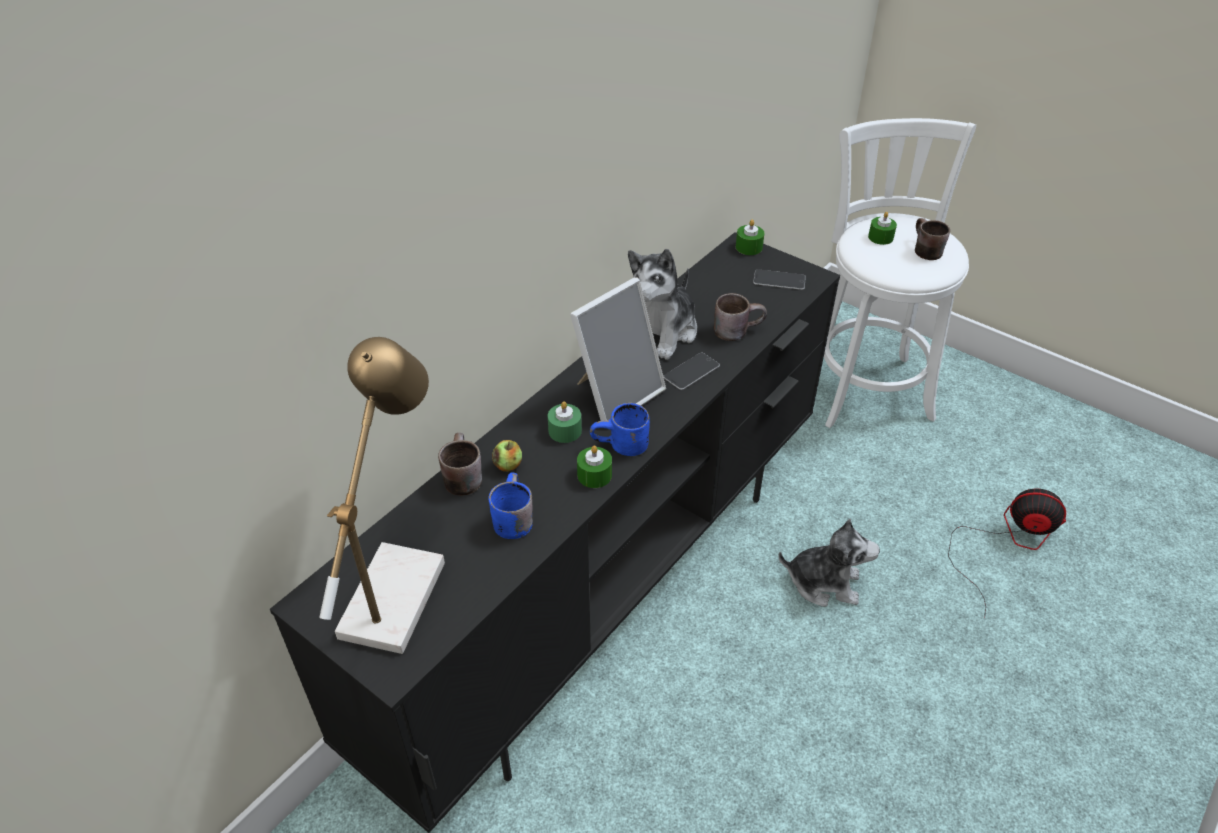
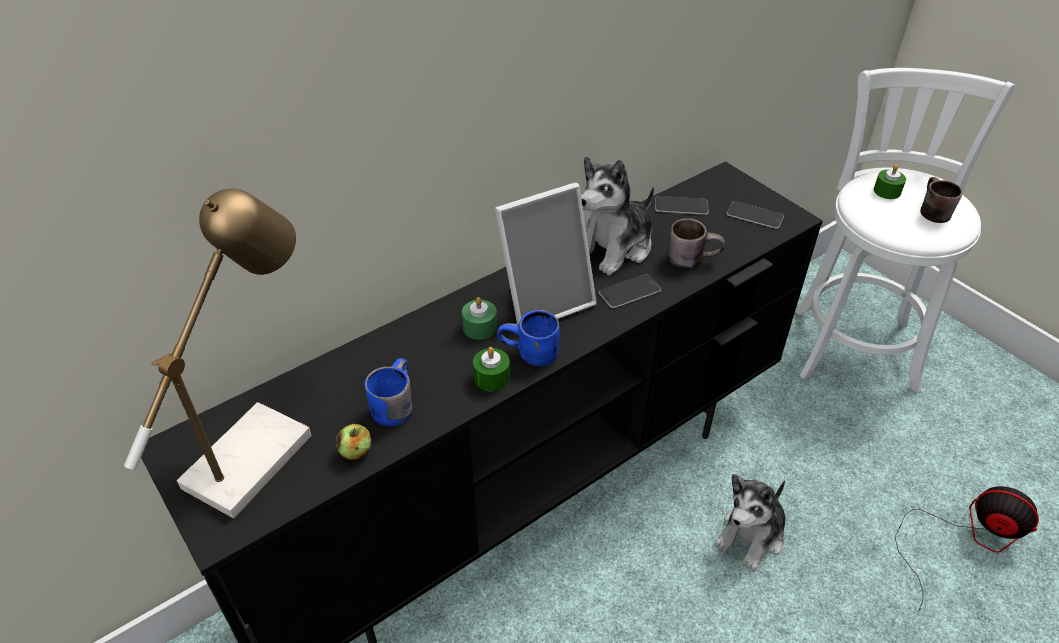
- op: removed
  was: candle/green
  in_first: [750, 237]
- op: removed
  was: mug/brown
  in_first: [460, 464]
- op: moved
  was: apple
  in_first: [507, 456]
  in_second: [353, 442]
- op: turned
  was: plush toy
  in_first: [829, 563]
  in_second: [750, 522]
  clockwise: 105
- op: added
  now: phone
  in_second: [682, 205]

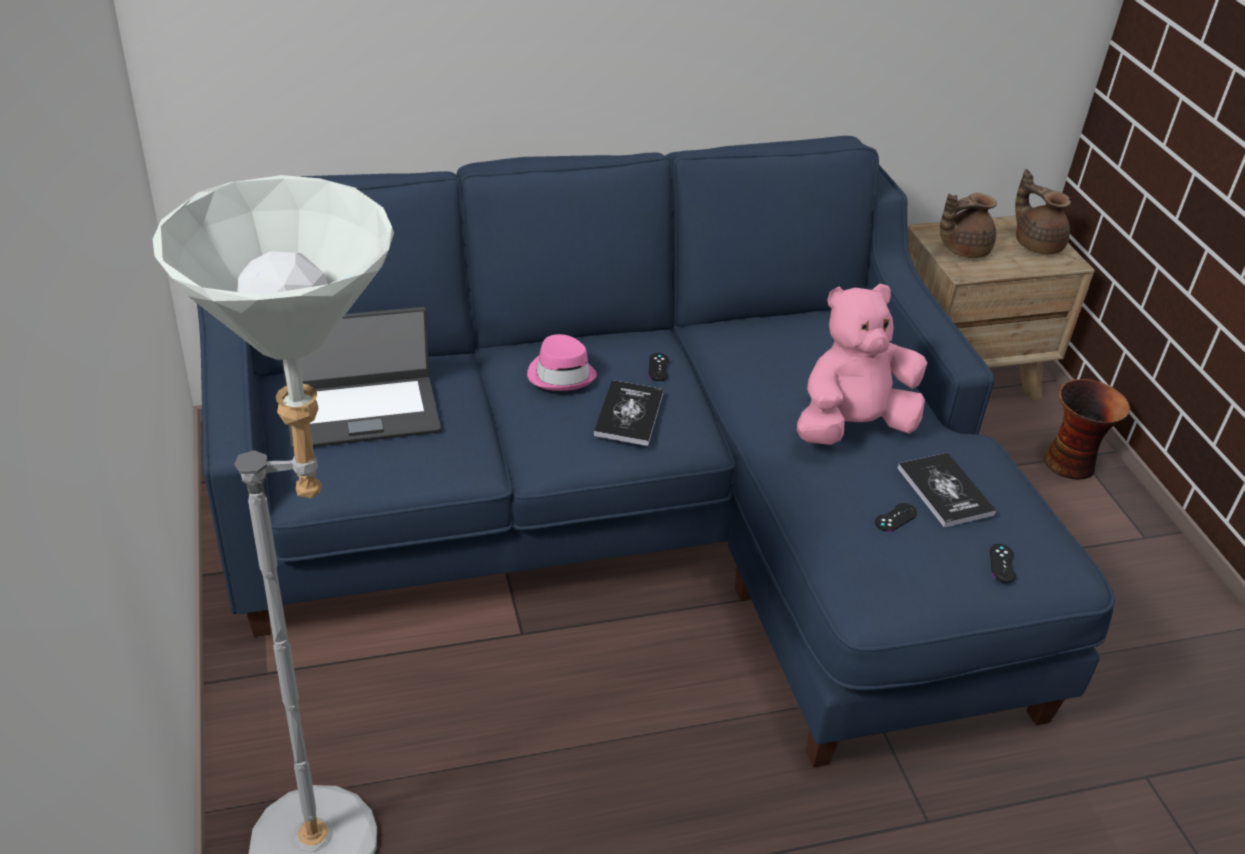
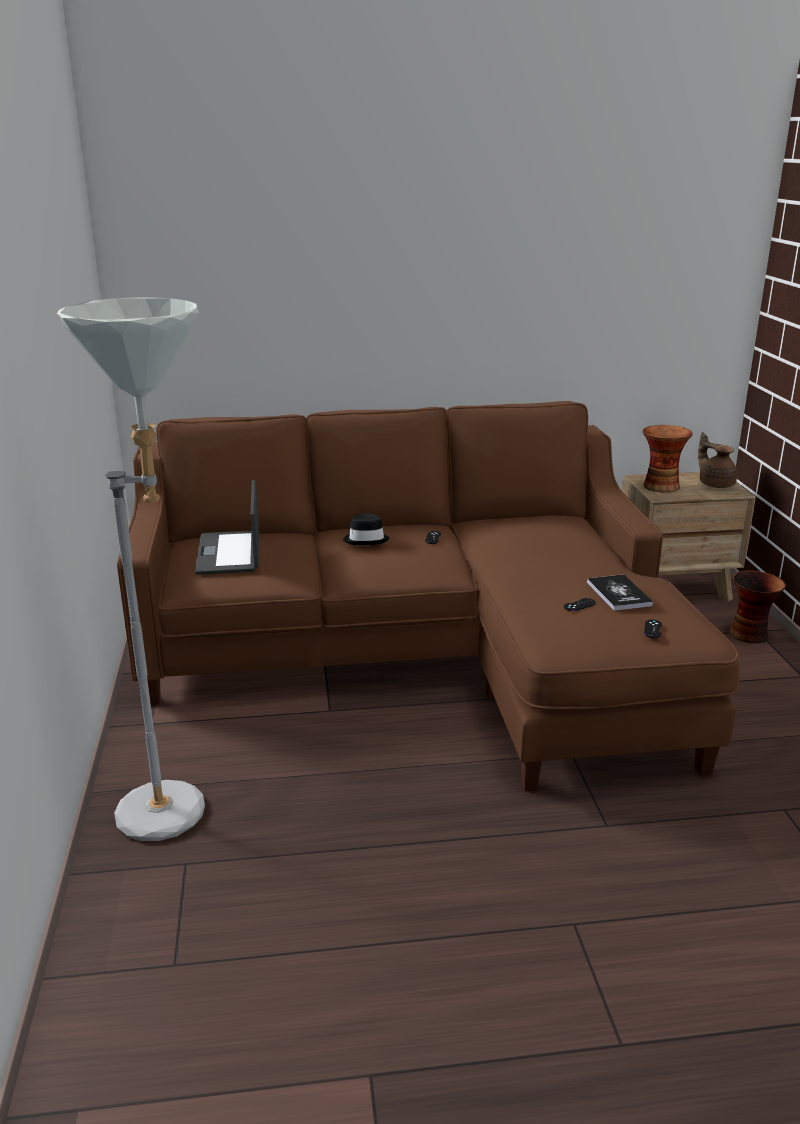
- op: recoloured
  was: sofa/blue
  now: sofa/brown
  in_first: [656, 452]
  in_second: [428, 596]
- op: replaced
  was: teapot/brown
  now: vase
  in_first: [968, 225]
  in_second: [667, 459]
- op: removed
  was: plush toy/pink
  in_first: [862, 364]
- op: turned
  was: laptop
  in_first: [361, 378]
  in_second: [227, 527]
  clockwise: 90
- op: recoloured
  was: hat/pink
  now: hat/black
  in_first: [562, 362]
  in_second: [366, 529]
- op: removed
  was: book
  in_first: [628, 413]

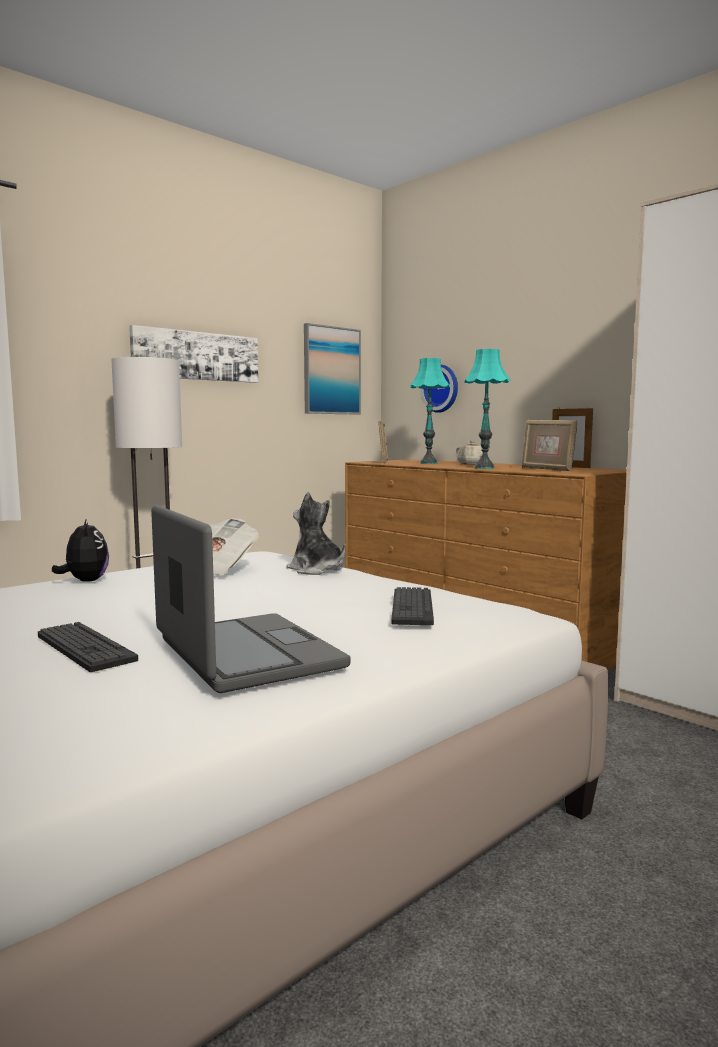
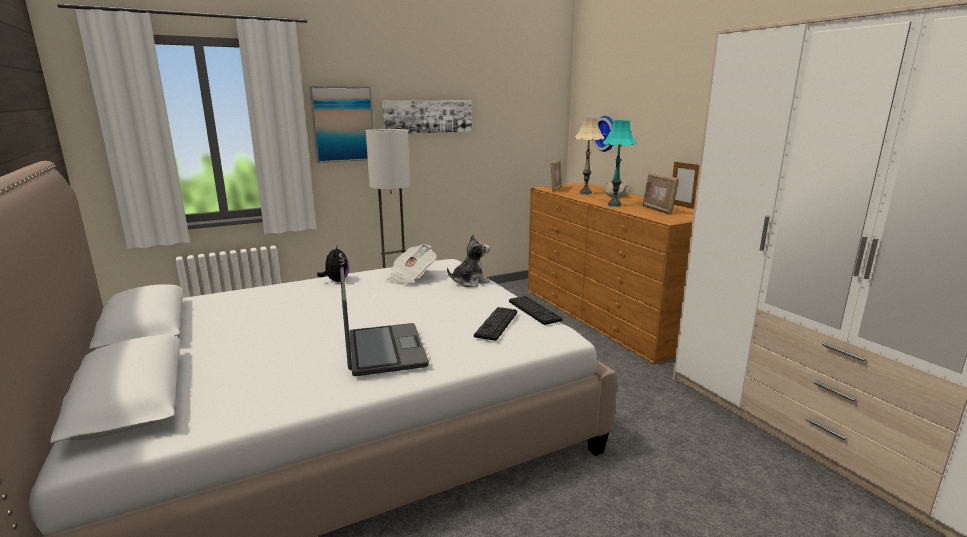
- op: moved
  was: picture
  in_first: [332, 369]
  in_second: [341, 124]
- op: recoloured
  was: table lamp/turquoise
  now: table lamp/beige
  in_first: [430, 411]
  in_second: [589, 156]
- op: turned
  was: plush toy
  in_first: [315, 533]
  in_second: [468, 260]
  clockwise: 90
- op: moved
  was: keyboard
  in_first: [88, 647]
  in_second: [535, 310]

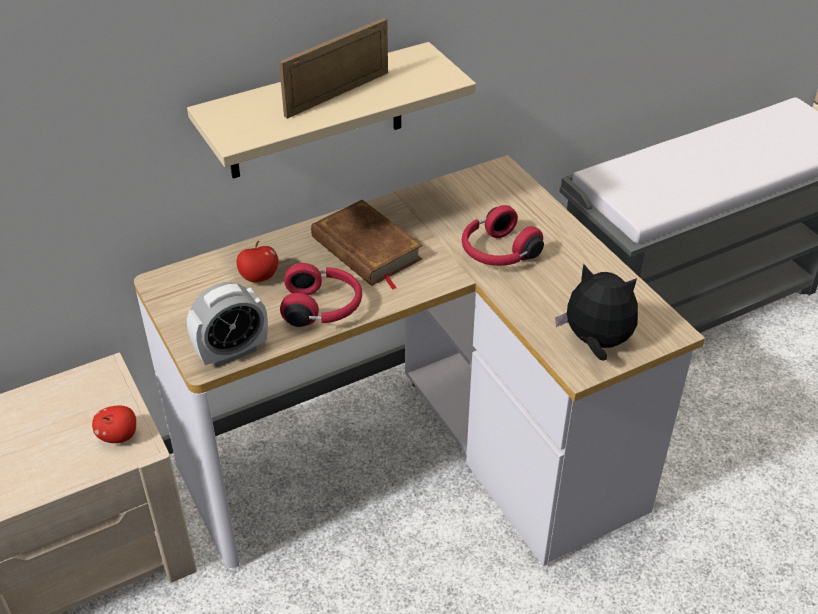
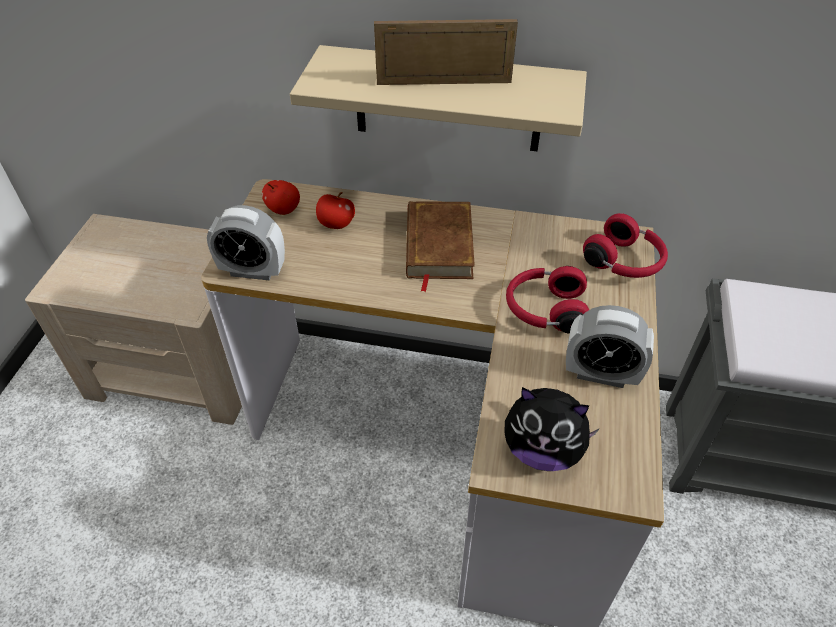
- op: moved
  was: headphones/red
  in_first: [321, 295]
  in_second: [625, 245]
- op: turned
  was: plush toy
  in_first: [596, 312]
  in_second: [552, 429]
  clockwise: 135
- op: moved
  was: apple
  in_first: [114, 424]
  in_second: [281, 197]
- op: added
  now: alarm clock
  in_second: [610, 346]

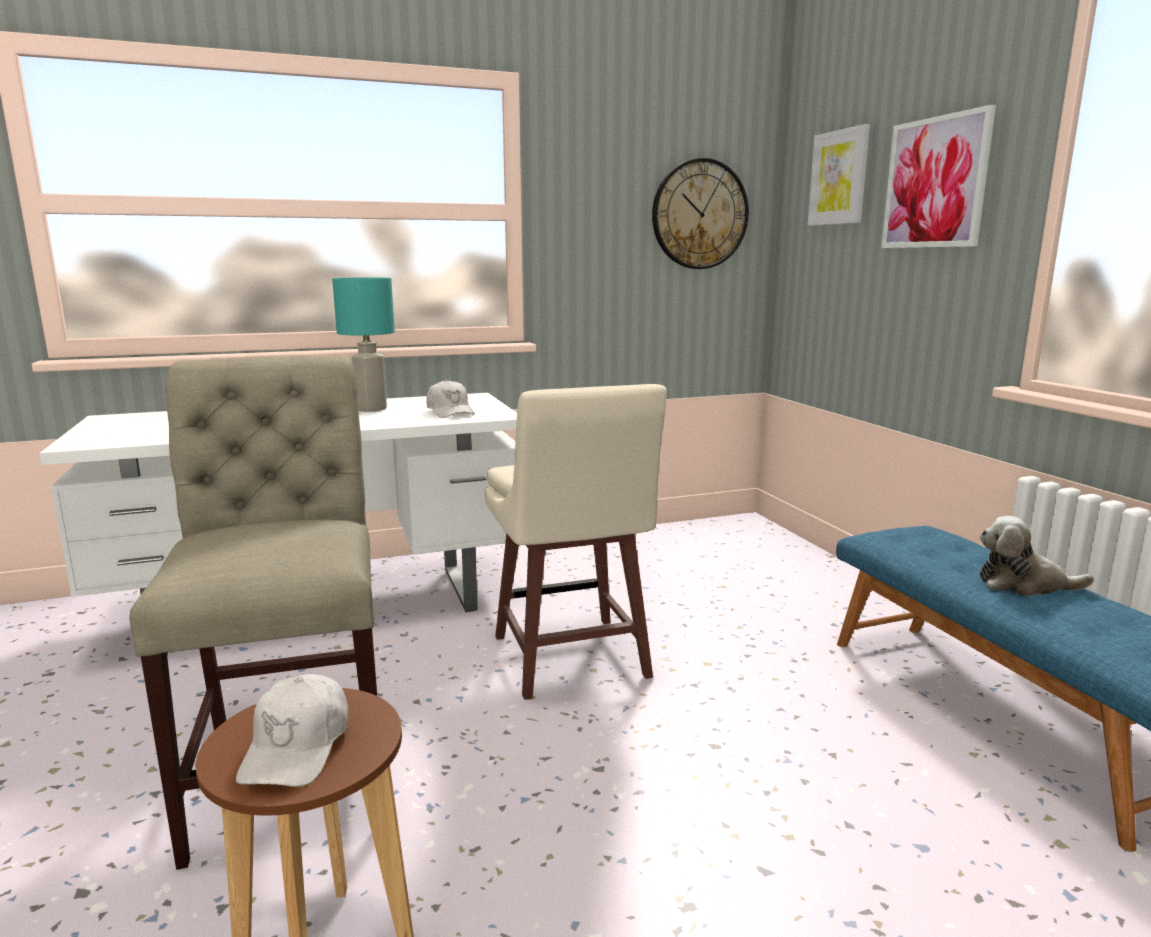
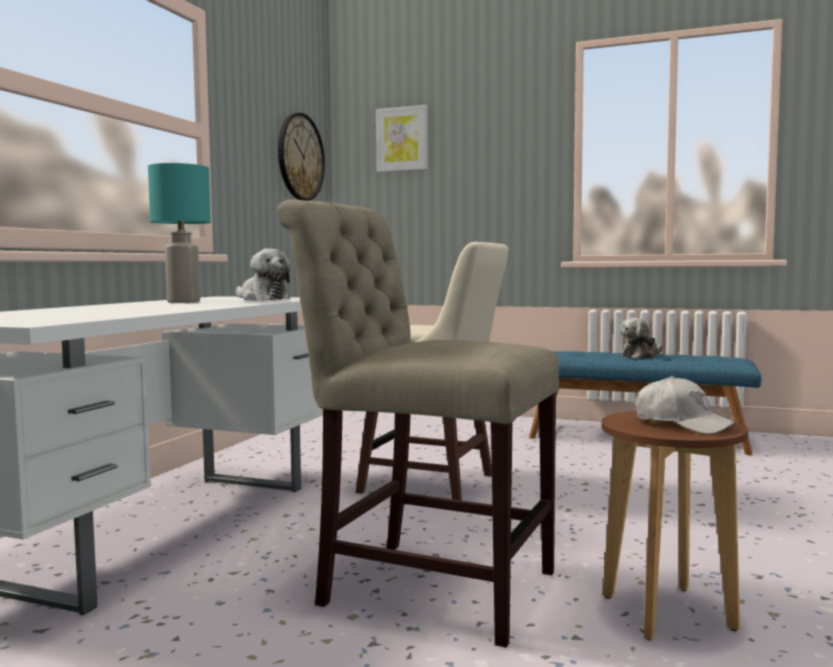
- op: removed
  was: picture
  in_first: [938, 176]
- op: replaced
  was: cap/white
  now: plush toy
  in_first: [450, 399]
  in_second: [263, 274]

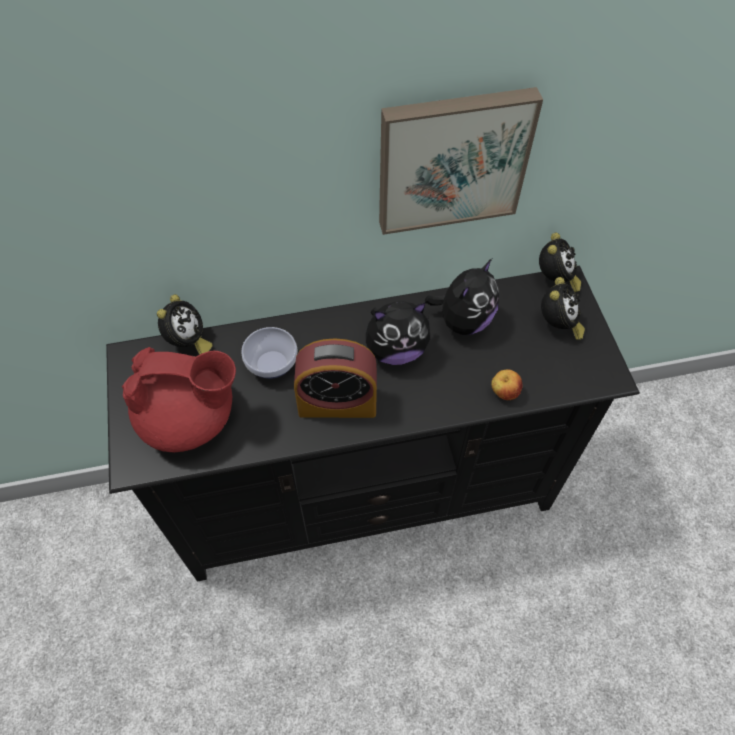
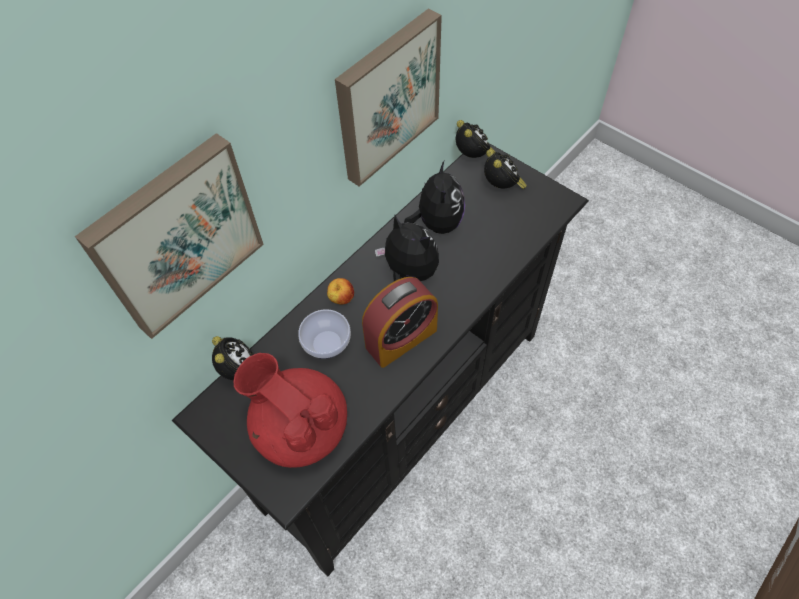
- op: turned
  was: plush toy
  in_first: [398, 333]
  in_second: [407, 248]
  clockwise: -90
- op: turned
  was: teapot/red
  in_first: [179, 399]
  in_second: [290, 410]
  clockwise: -105
- op: moved
  was: apple
  in_first: [506, 384]
  in_second: [340, 291]
- op: added
  now: picture
  in_second: [169, 236]

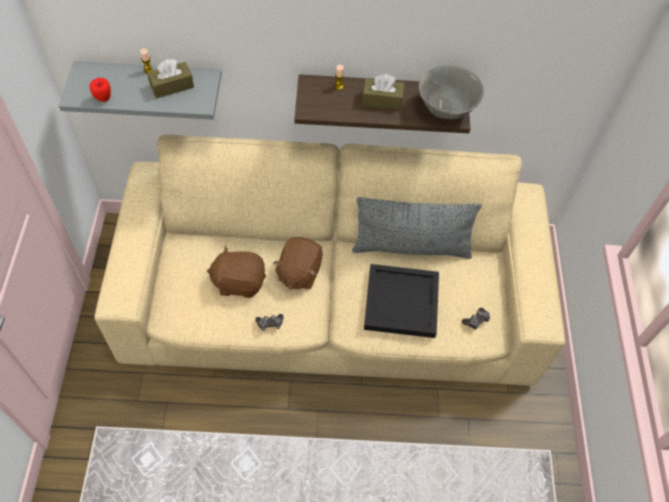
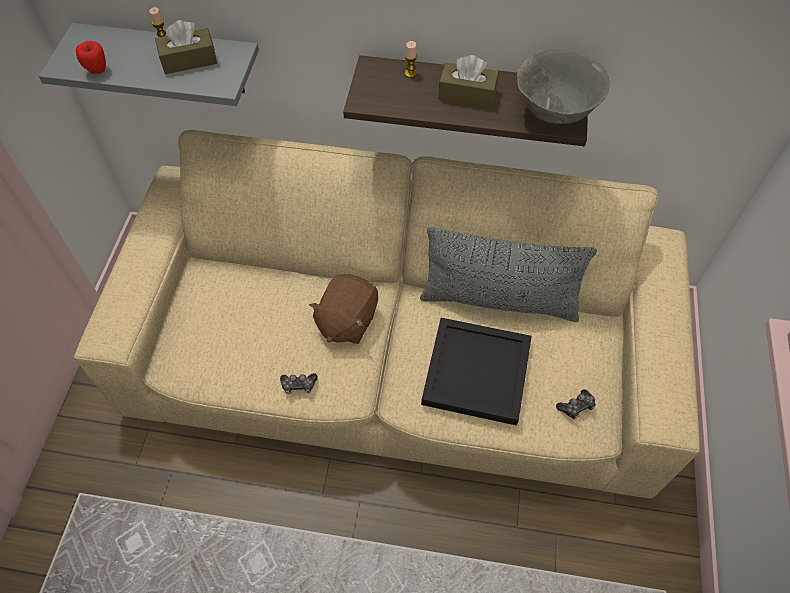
- op: removed
  was: plush toy/brown
  in_first: [236, 272]

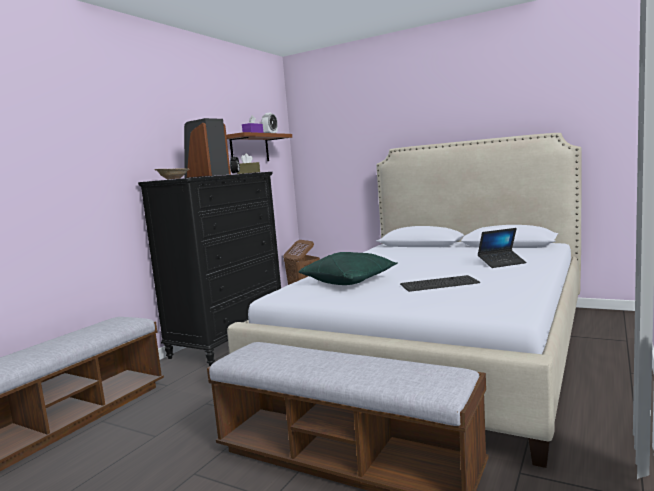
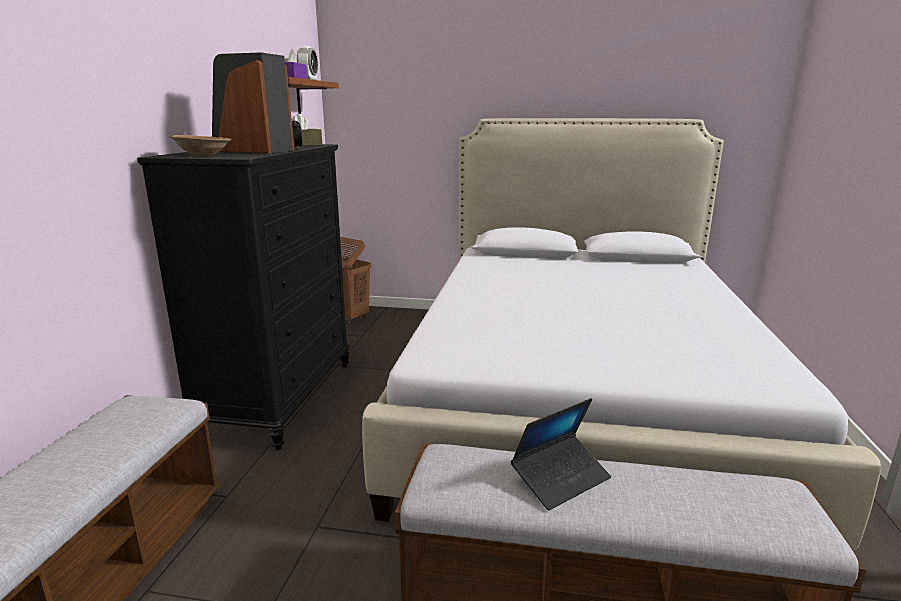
- op: moved
  was: laptop
  in_first: [502, 248]
  in_second: [561, 454]
- op: removed
  was: pillow/green
  in_first: [348, 268]
- op: removed
  was: keyboard
  in_first: [440, 283]

